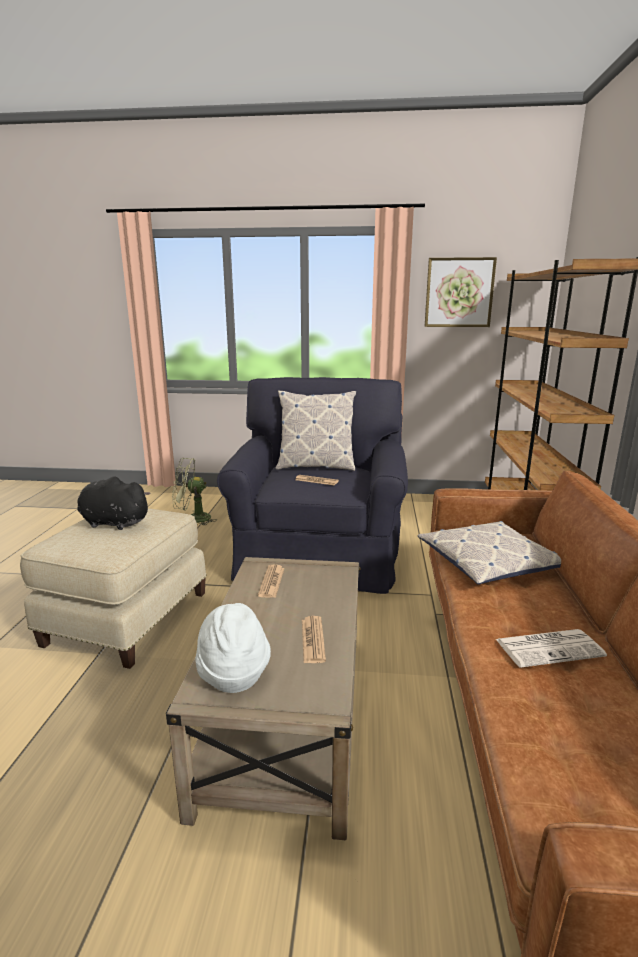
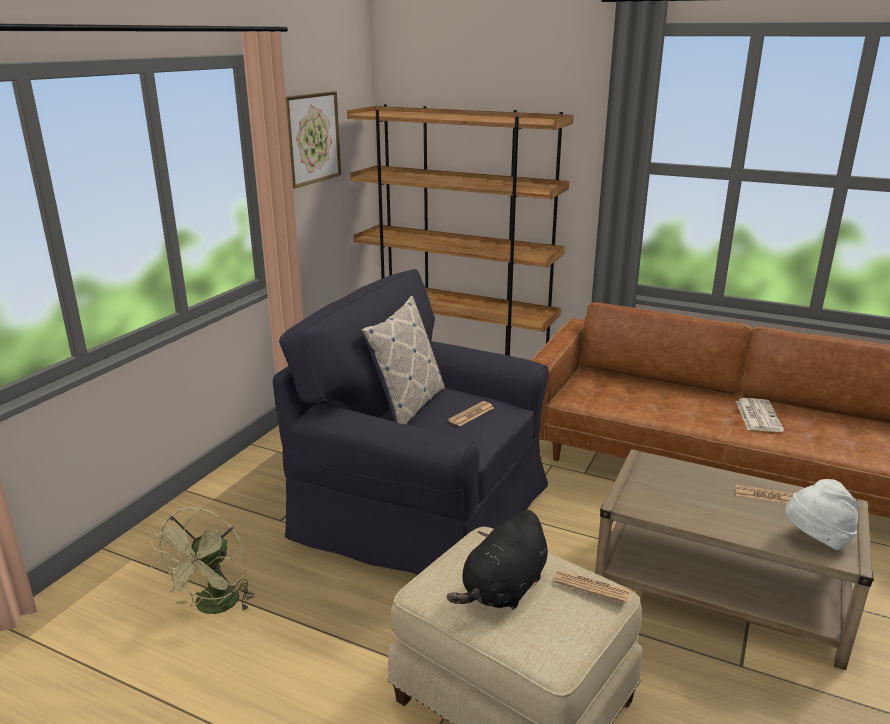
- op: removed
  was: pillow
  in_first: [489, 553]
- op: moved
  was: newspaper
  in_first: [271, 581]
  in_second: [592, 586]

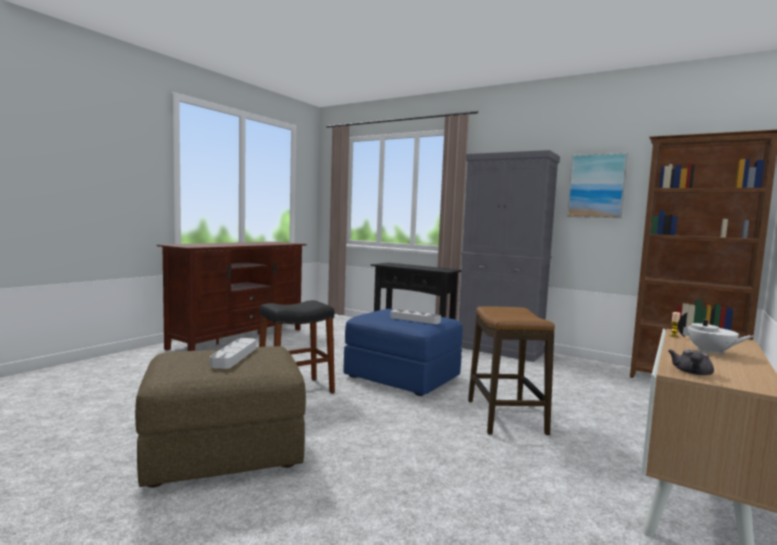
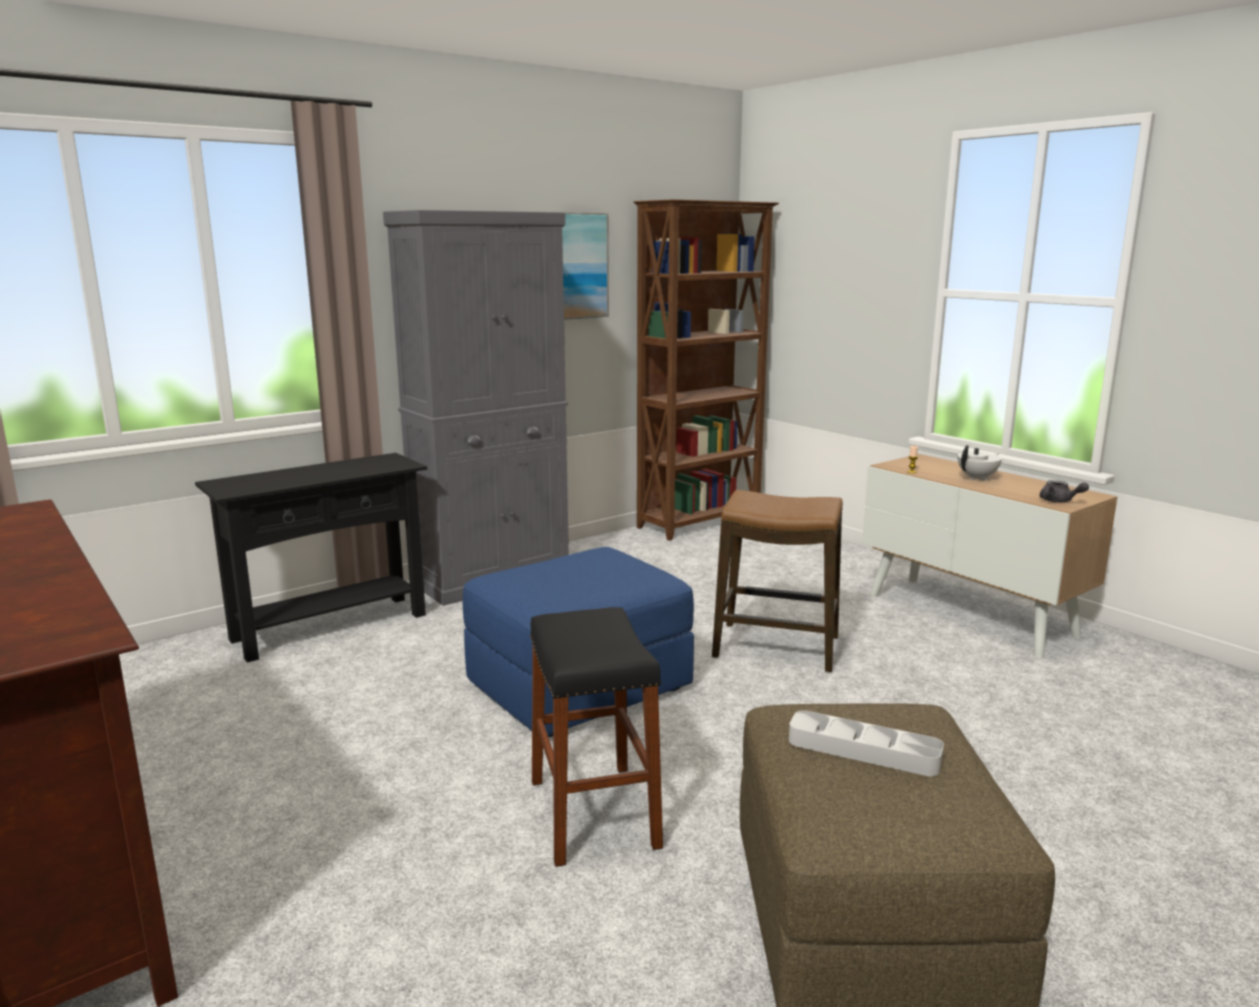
- op: removed
  was: tray/grey
  in_first: [416, 316]

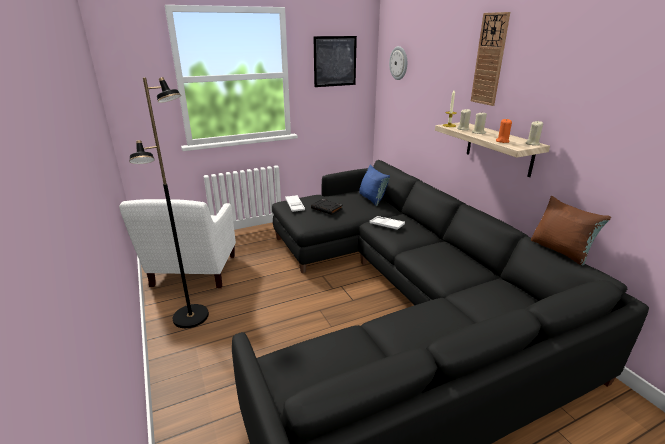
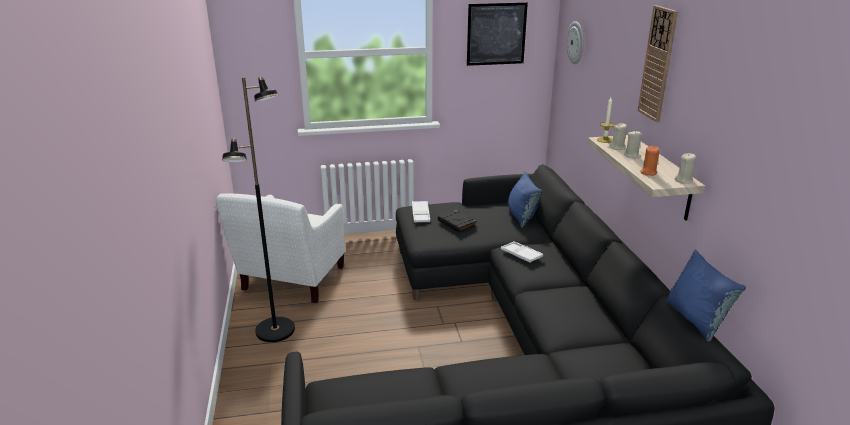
- op: recoloured
  was: pillow/brown
  now: pillow/blue
  in_first: [571, 230]
  in_second: [706, 295]

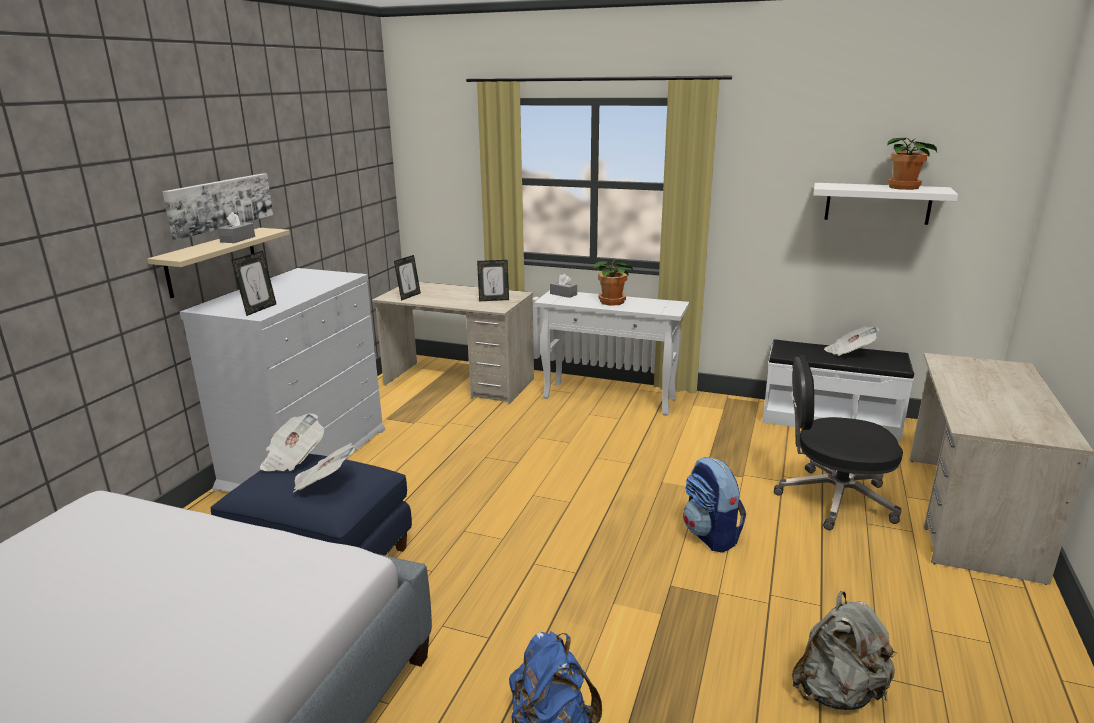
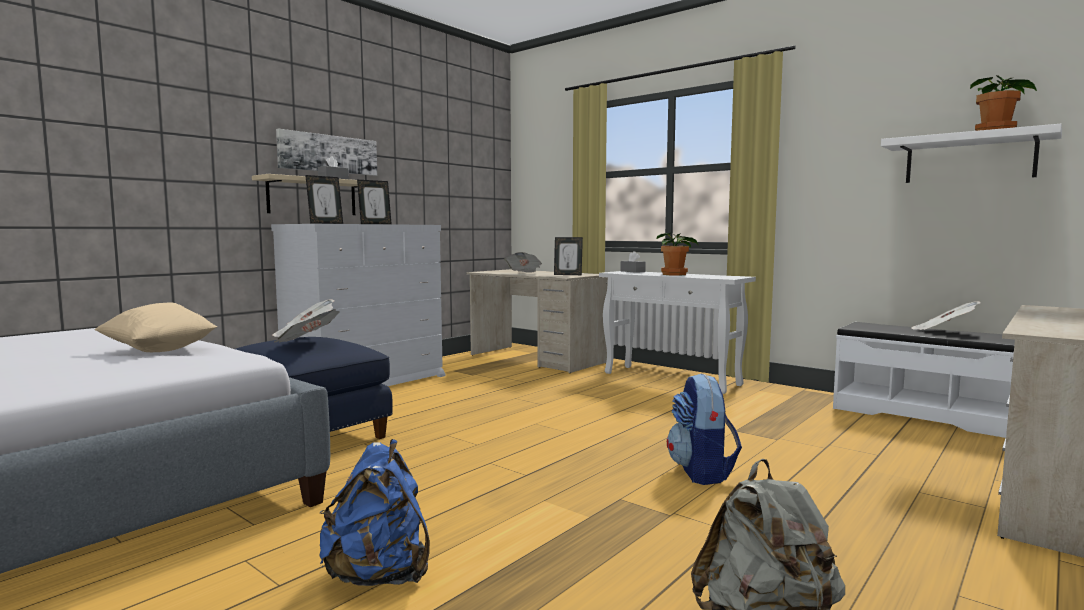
- op: moved
  was: picture frame
  in_first: [407, 278]
  in_second: [374, 202]
- op: removed
  was: office chair/black
  in_first: [838, 442]
- op: added
  now: newspaper
  in_second: [523, 262]
- op: added
  now: pillow/beige
  in_second: [155, 327]

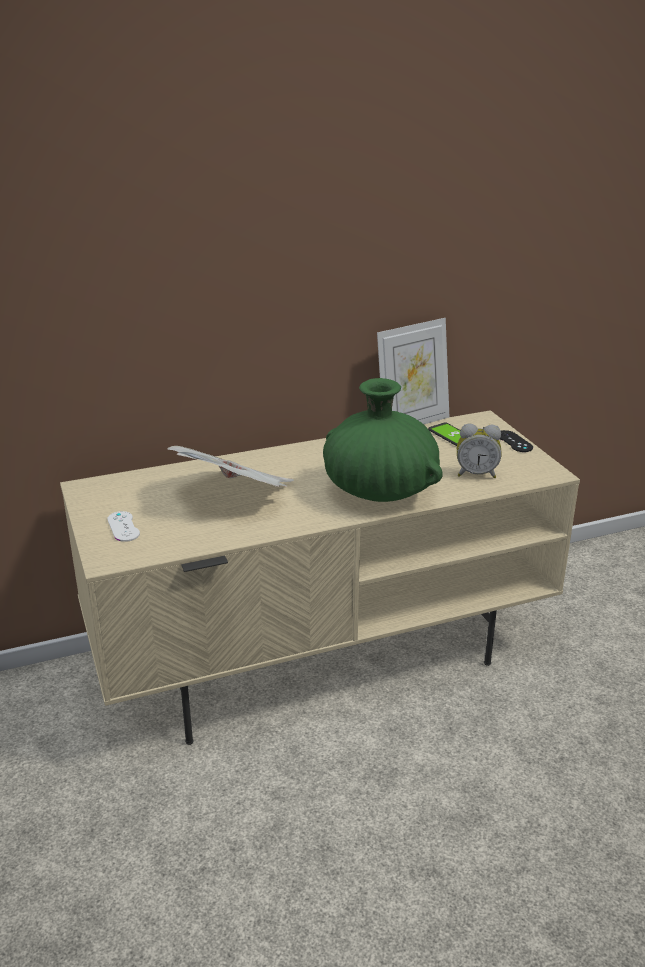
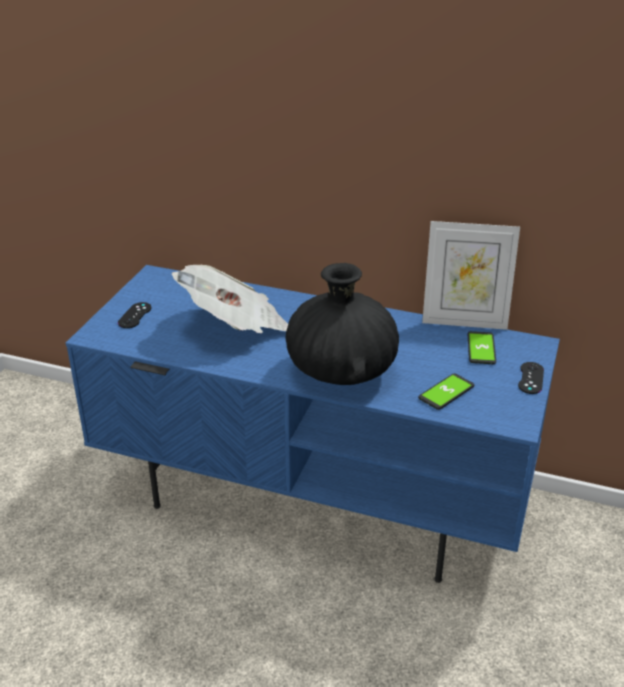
- op: recoloured
  was: vase/green
  now: vase/black
  in_first: [383, 440]
  in_second: [342, 324]
- op: recoloured
  was: tv stand/beige
  now: tv stand/blue
  in_first: [320, 577]
  in_second: [313, 424]
- op: replaced
  was: alarm clock
  now: phone
  in_first: [479, 451]
  in_second: [446, 392]
- op: recoloured
  was: game controller/white
  now: game controller/black
  in_first: [123, 526]
  in_second: [135, 315]

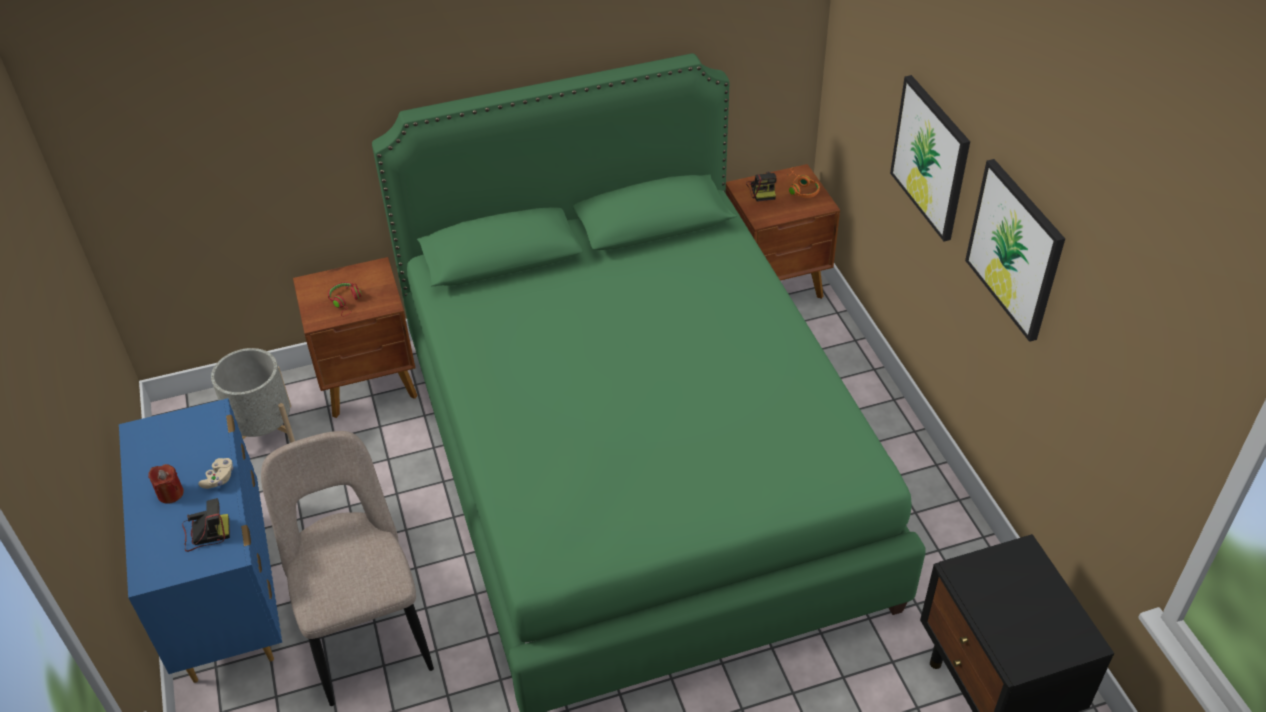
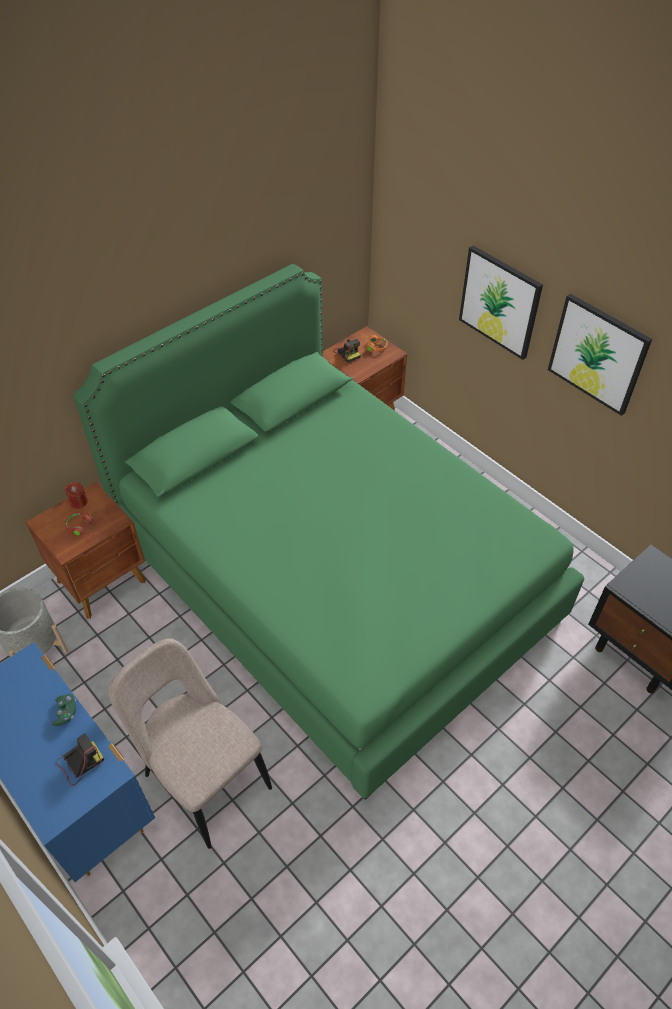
- op: recoloured
  was: game controller/beige
  now: game controller/green
  in_first: [216, 473]
  in_second: [64, 710]
- op: moved
  was: candle/red
  in_first: [166, 484]
  in_second: [76, 495]

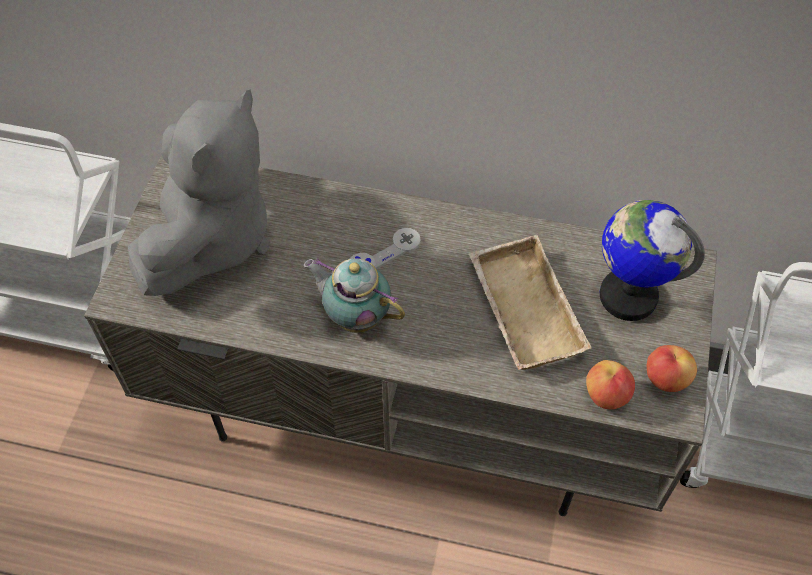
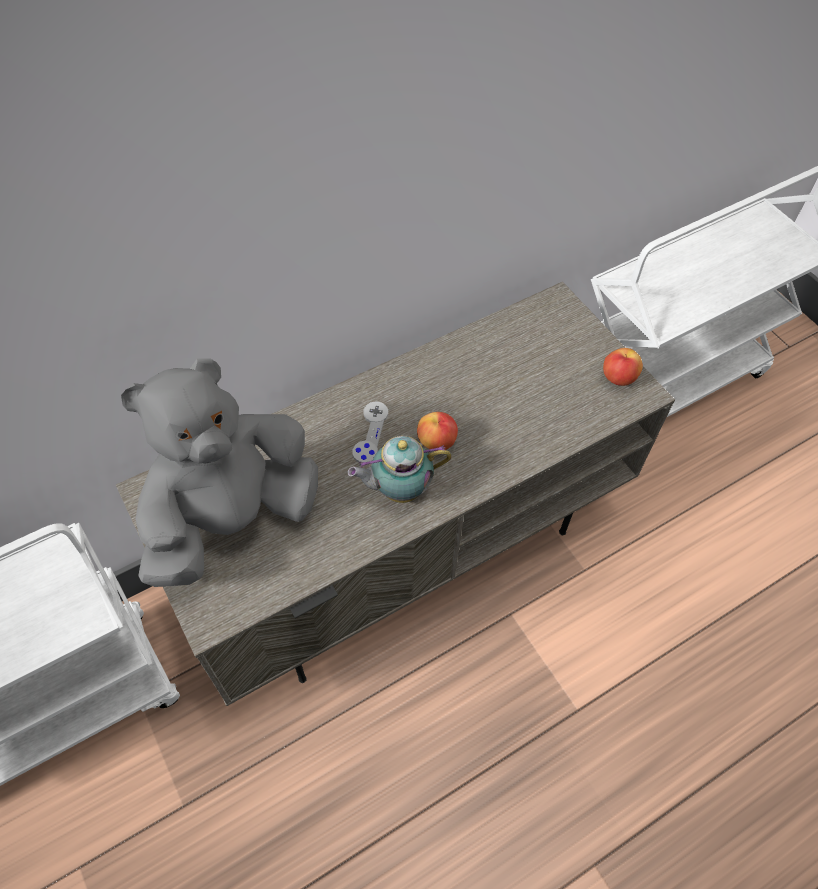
- op: turned
  was: plush toy/grey
  in_first: [199, 192]
  in_second: [219, 472]
  clockwise: -105
- op: removed
  was: globe
  in_first: [652, 260]
- op: removed
  was: tray/beige
  in_first: [530, 302]
- op: moved
  was: apple
  in_first: [610, 384]
  in_second: [437, 431]

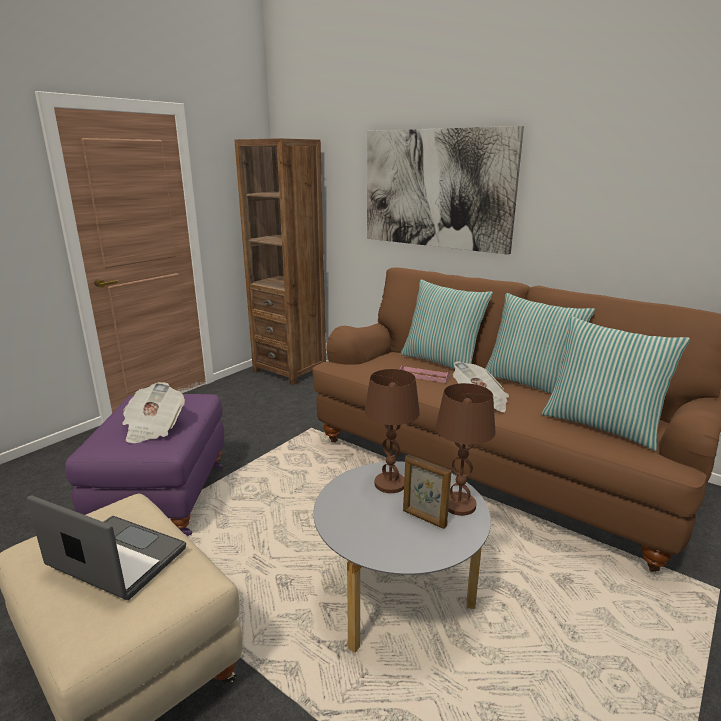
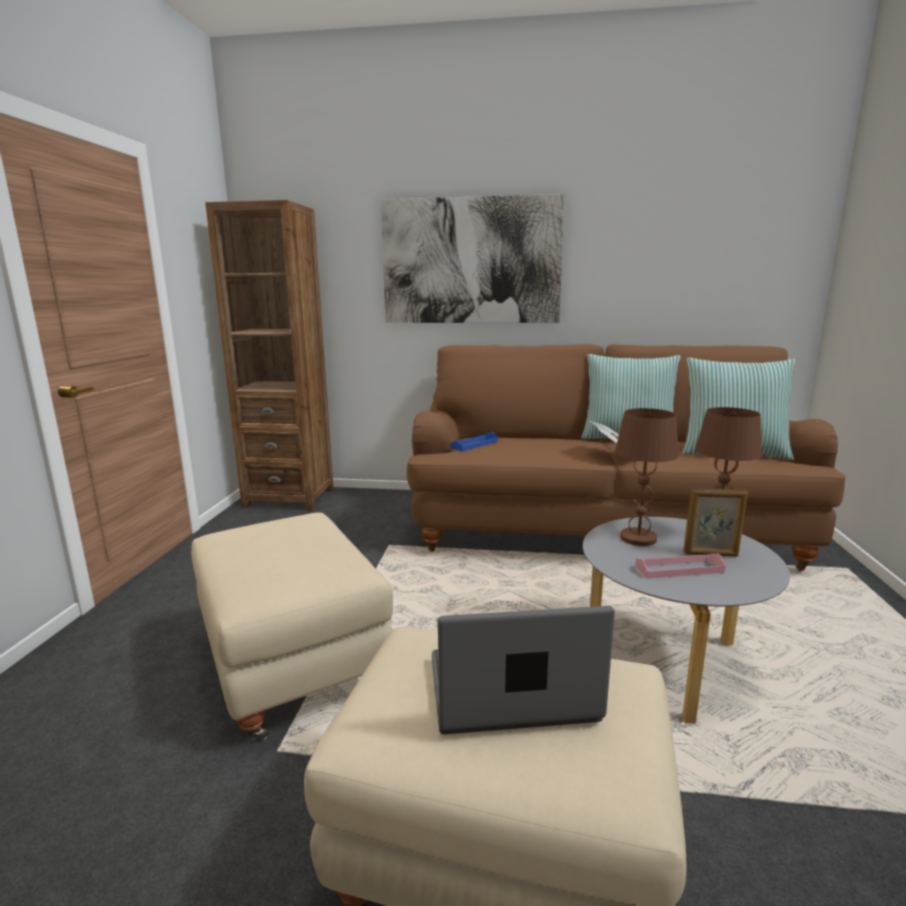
- op: removed
  was: pillow
  in_first: [447, 324]
- op: moved
  was: tray/pink
  in_first: [425, 374]
  in_second: [680, 566]
- op: removed
  was: newspaper
  in_first: [153, 412]
- op: recoloured
  was: ottoman/purple
  now: ottoman/beige
  in_first: [144, 465]
  in_second: [292, 626]
- op: added
  now: tray/blue
  in_second: [474, 441]

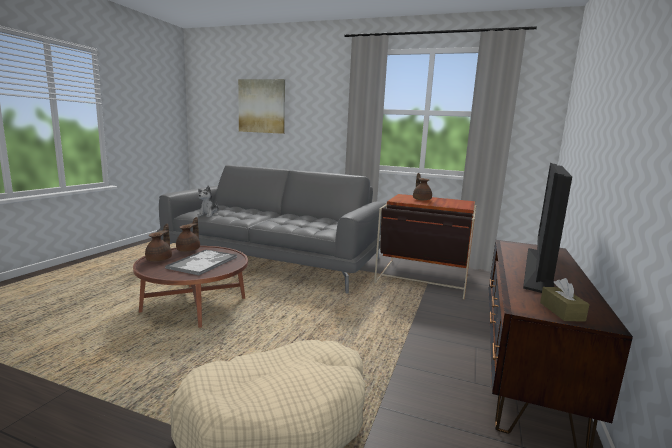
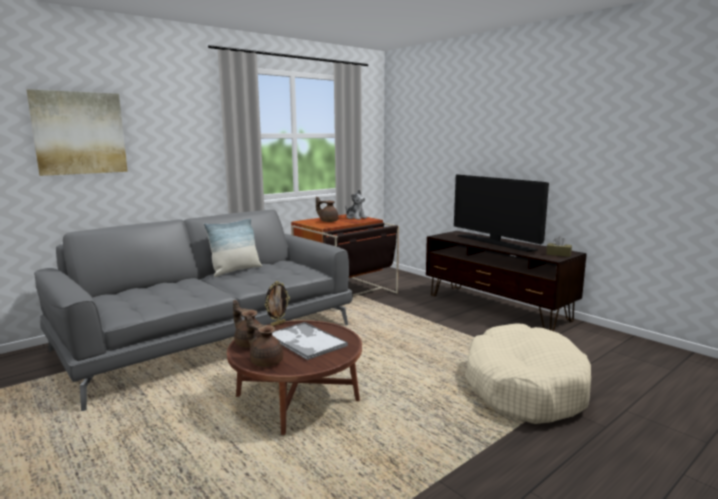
- op: moved
  was: plush toy
  in_first: [208, 201]
  in_second: [356, 205]
- op: added
  now: pillow
  in_second: [232, 247]
- op: added
  now: picture frame
  in_second: [277, 303]

